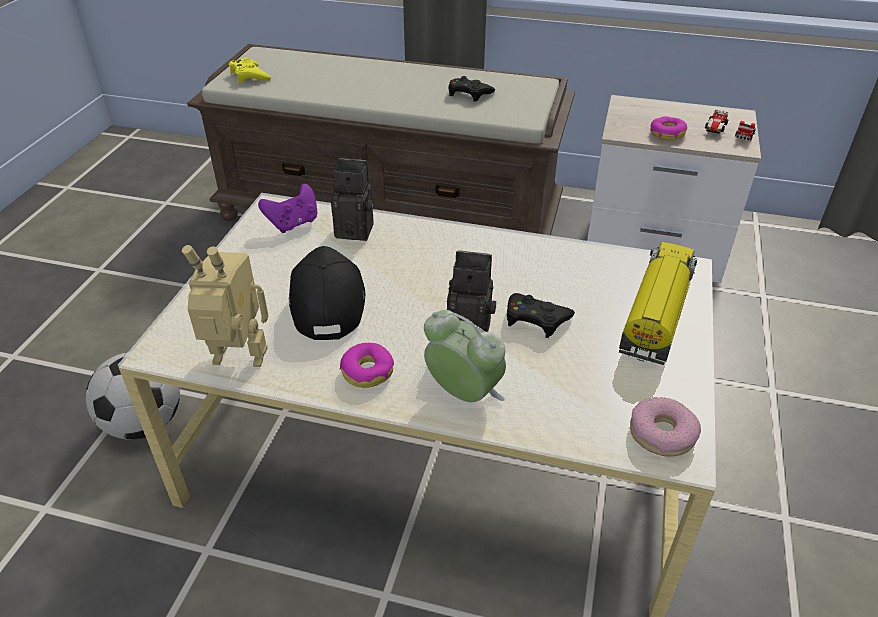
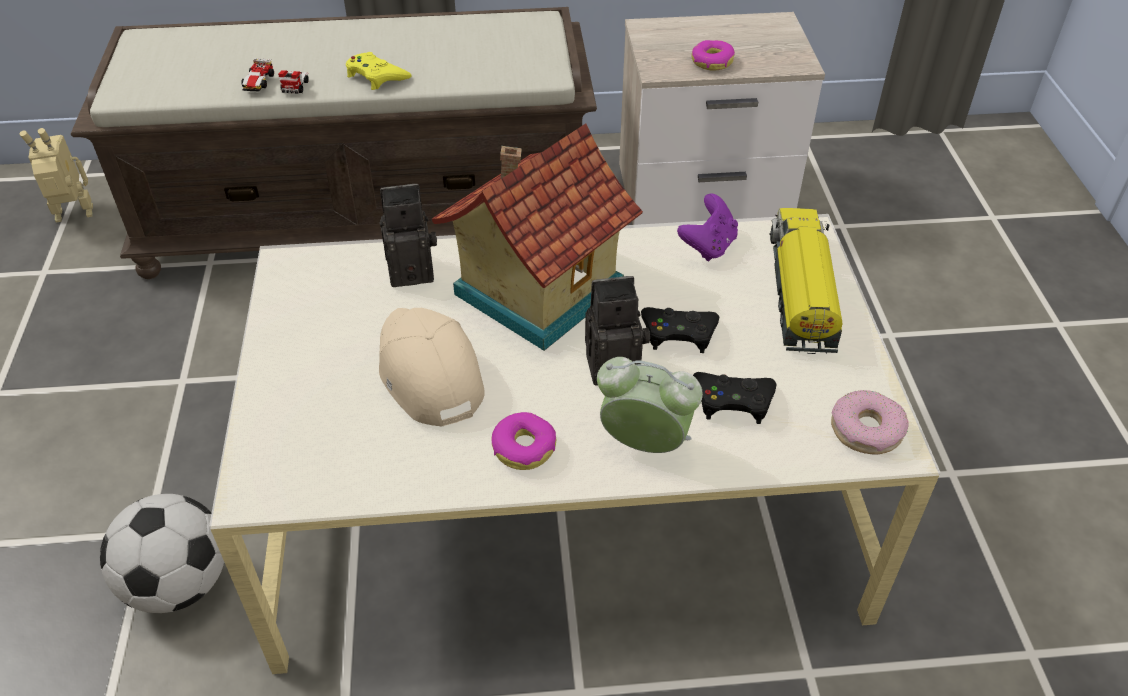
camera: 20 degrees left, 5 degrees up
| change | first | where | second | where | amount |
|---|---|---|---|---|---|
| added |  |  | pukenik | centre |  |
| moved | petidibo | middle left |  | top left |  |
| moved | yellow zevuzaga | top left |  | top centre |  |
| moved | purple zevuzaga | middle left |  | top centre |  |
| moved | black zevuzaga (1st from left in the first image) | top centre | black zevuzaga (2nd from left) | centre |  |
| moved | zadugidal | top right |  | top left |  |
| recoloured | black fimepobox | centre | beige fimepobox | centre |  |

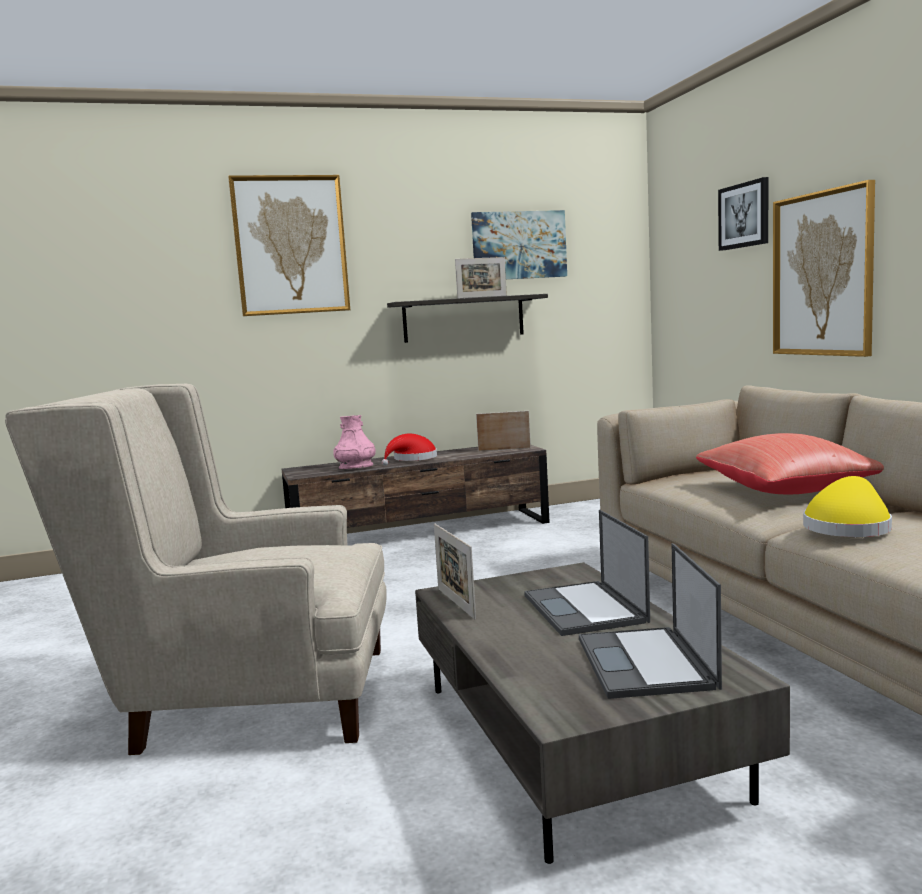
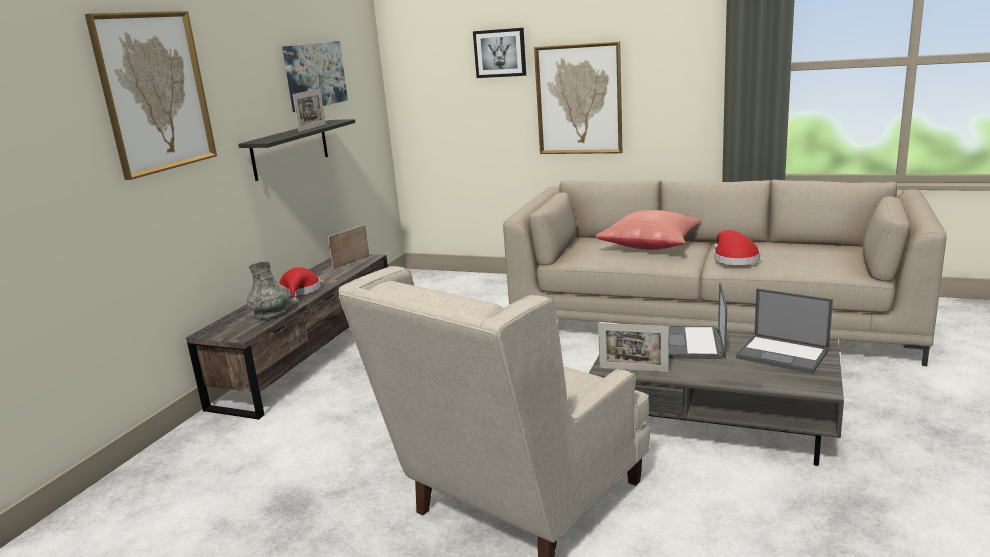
camera: 50 degrees left, 10 degrees up
| change | first | where | second | where | amount |
|---|---|---|---|---|---|
| recoloured | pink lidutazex | centre | grey lidutazex | middle left |  |
| recoloured | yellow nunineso | middle right | red nunineso (2nd from left) | middle right |  |
| turned | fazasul (1st from left) | centre |  | middle right | 75 degrees clockwise |

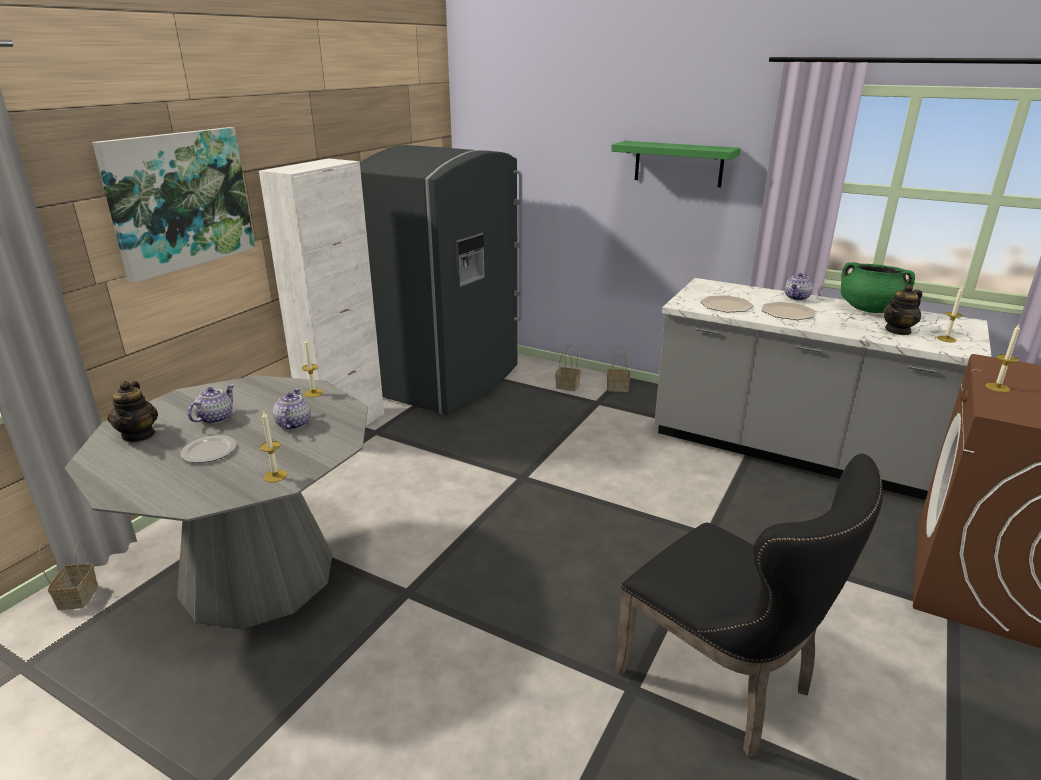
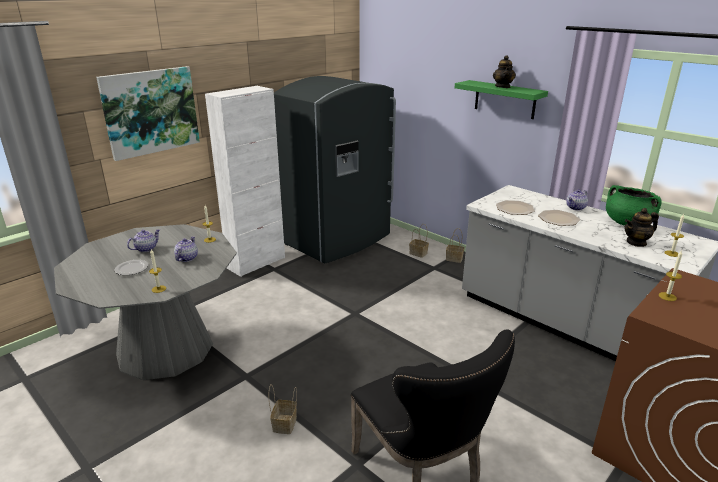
camera: 15 degrees right, 0 degrees up
| change | first | where | second | where | amount |
|---|---|---|---|---|---|
| moved | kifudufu (1st from left) | bottom left |  | bottom centre |  |
| moved | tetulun (1st from left in the first image) | middle left | tetulun (3rd from left) | top right |  |

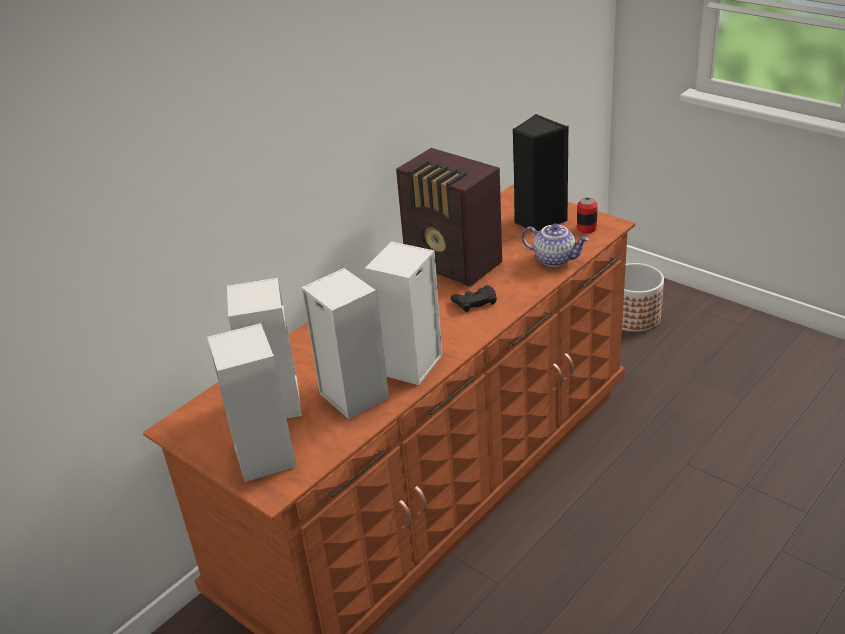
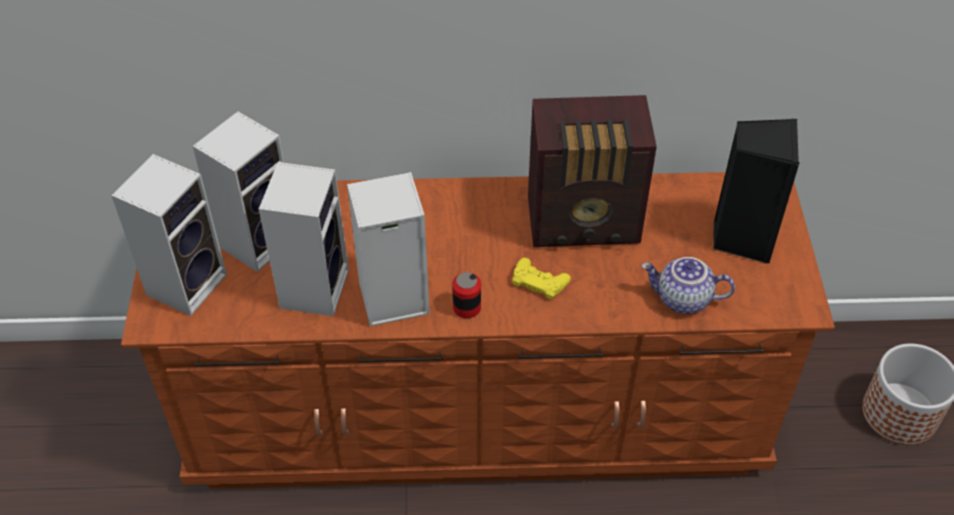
camera: 45 degrees right, 15 degrees up
| change | first | where | second | where | amount |
|---|---|---|---|---|---|
| moved | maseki | middle right |  | centre |  |
| recoloured | black zevuzaga | centre | yellow zevuzaga | centre |  |
| turned | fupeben | centre |  | top centre | 90 degrees counterclockwise |
| turned | tetulun | centre |  | middle right | 120 degrees clockwise |

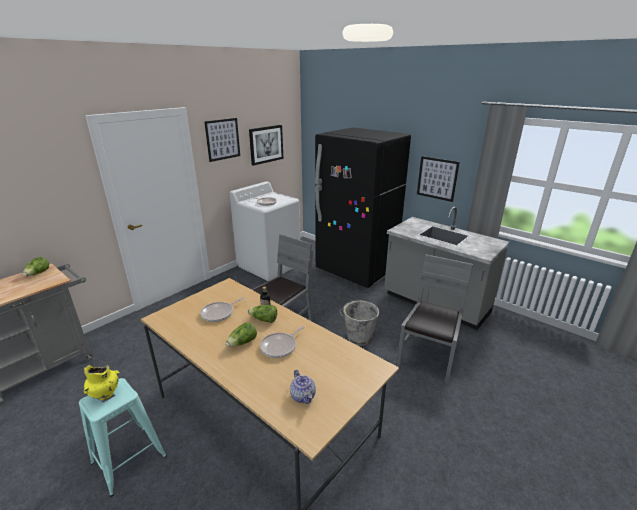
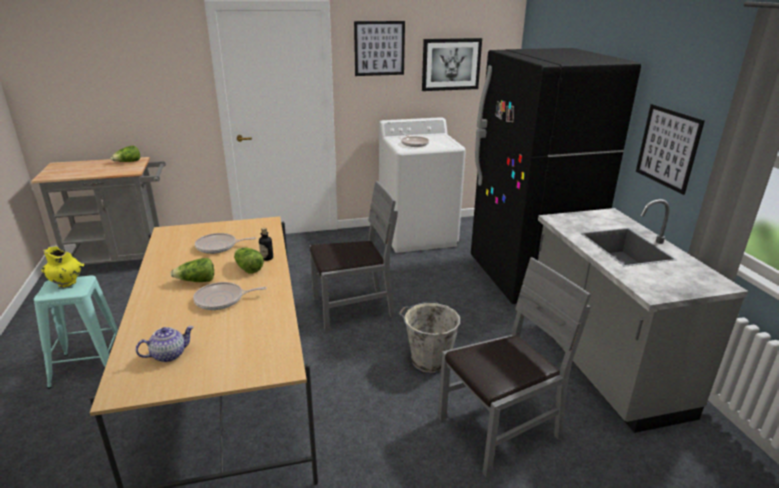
camera: 35 degrees right, 0 degrees up
| change | first | where | second | where | amount |
|---|---|---|---|---|---|
| turned | tetulun | bottom centre |  | bottom left | 135 degrees counterclockwise |

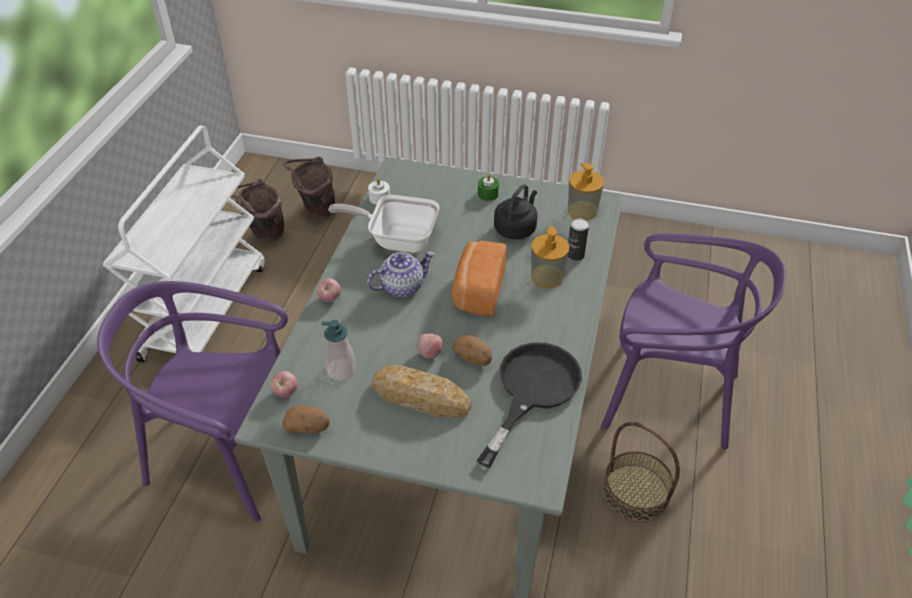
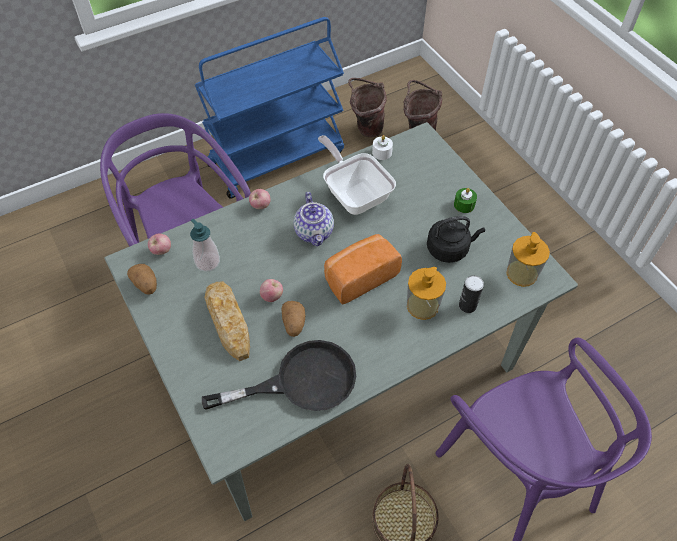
camera: 45 degrees right, 10 degrees up
| change | first | where | second | where | amount |
|---|---|---|---|---|---|
| recoloured | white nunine | middle left | blue nunine | top centre |  |
| turned | tetulun | centre |  | centre | 60 degrees clockwise |

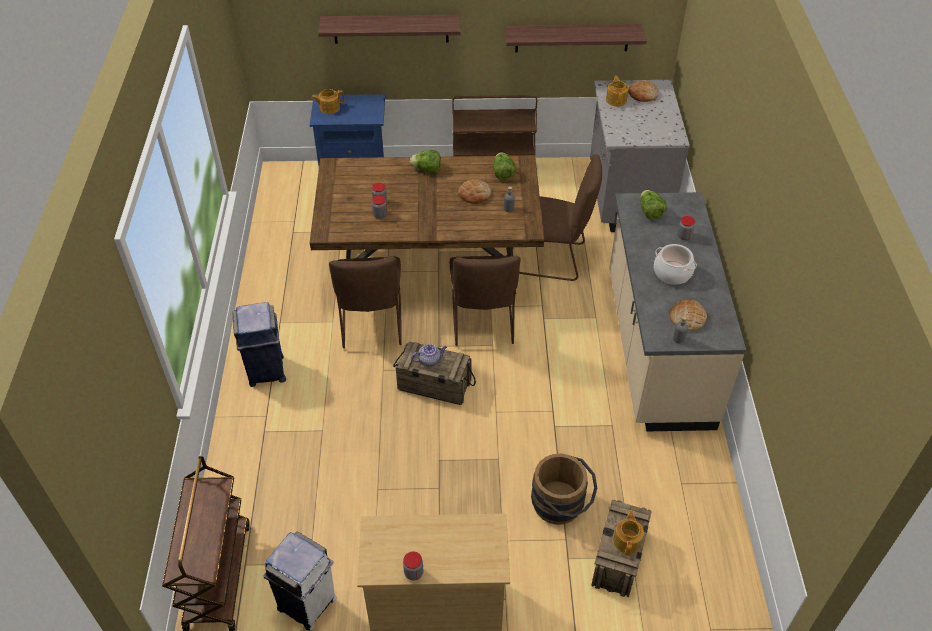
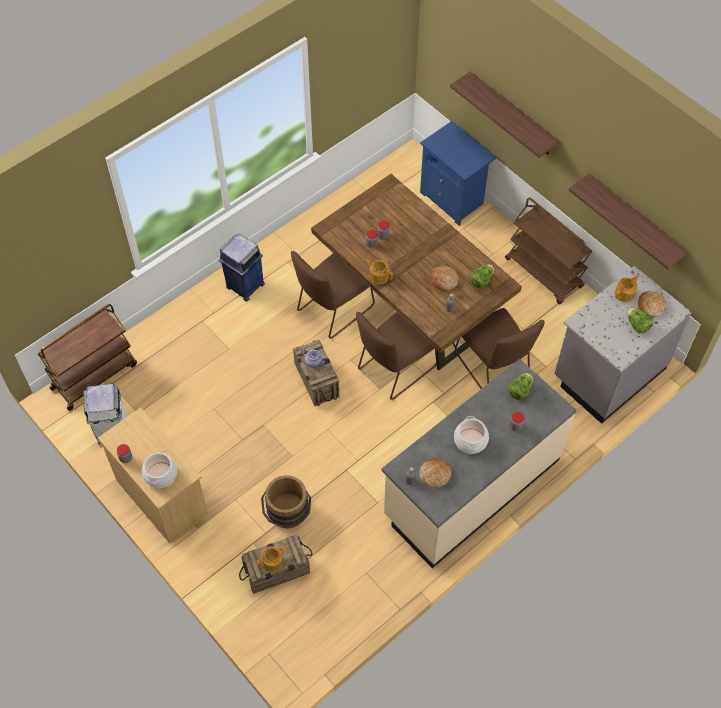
camera: 50 degrees right, 10 degrees up
| change | first | where | second | where | amount |
|---|---|---|---|---|---|
| added |  |  | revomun (1st from left) | middle left |  |
| moved | tetulun (1st from left in the first image) | top centre | tetulun (3rd from left) | centre |  |
| moved | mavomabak (1st from left in the first image) | top centre | mavomabak (3rd from left) | middle right |  |

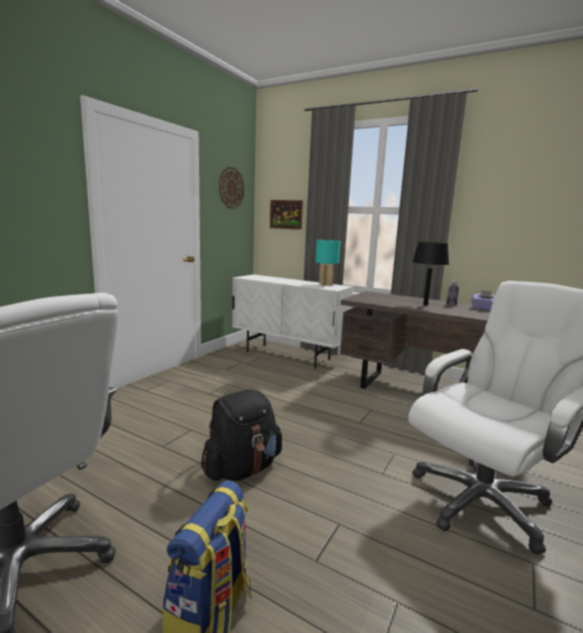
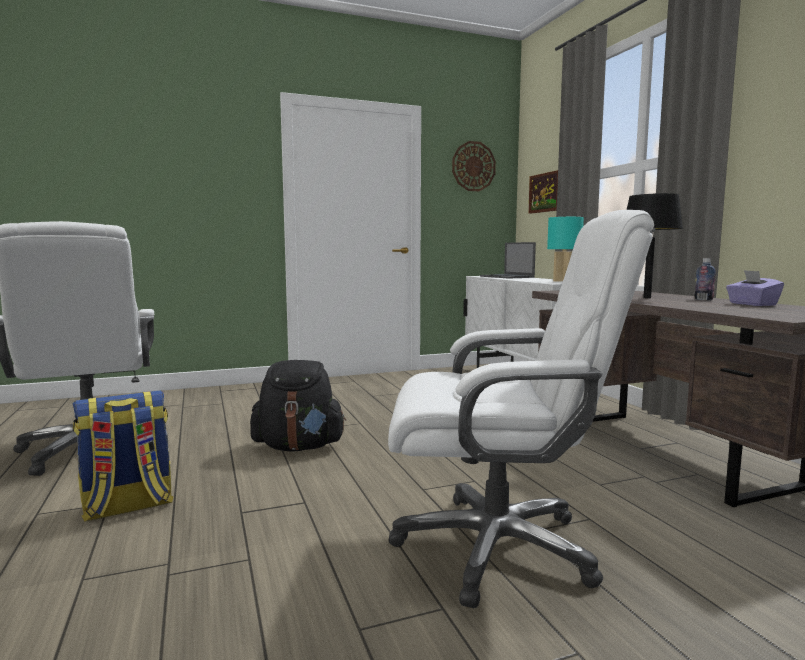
camera: 40 degrees right, 5 degrees down
| change | first | where | second | where | amount |
|---|---|---|---|---|---|
| added |  |  | fazasul | centre |  |

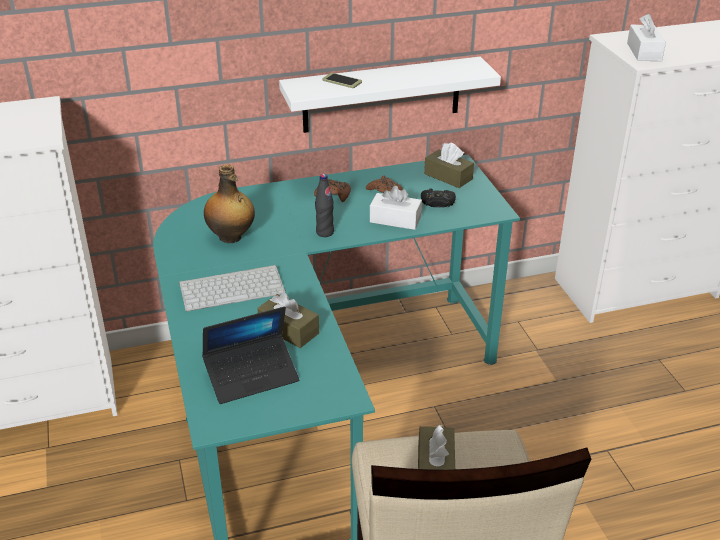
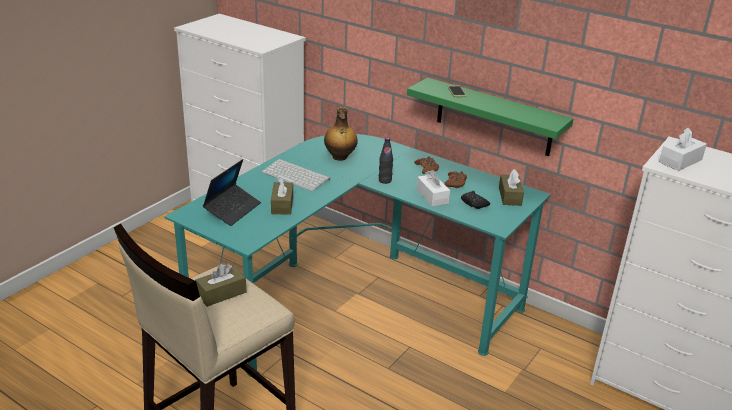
camera: 50 degrees right, 5 degrees down
| change | first | where | second | where | amount |
|---|---|---|---|---|---|
| recoloured | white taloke | top centre | green taloke | top right |  |
| turned | fazasul | centre |  | middle left | 90 degrees counterclockwise |

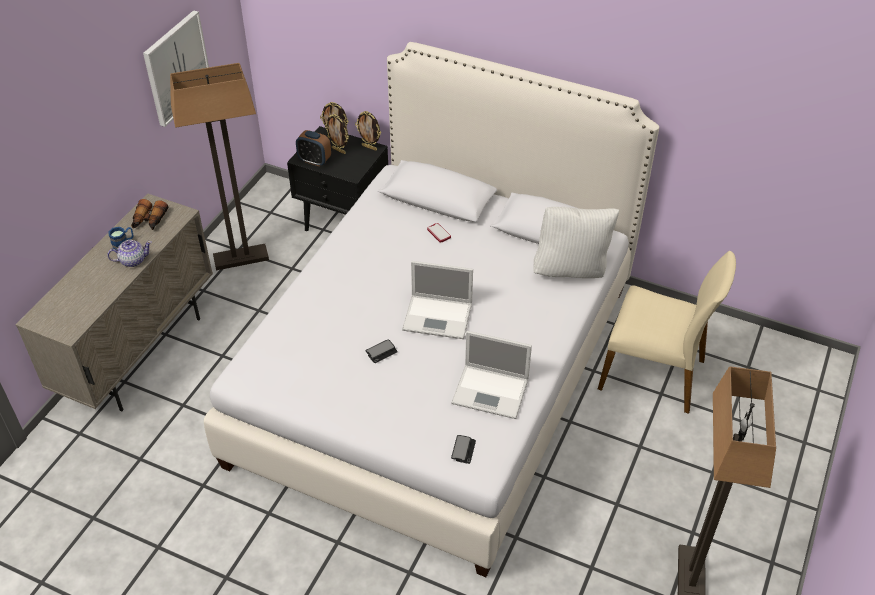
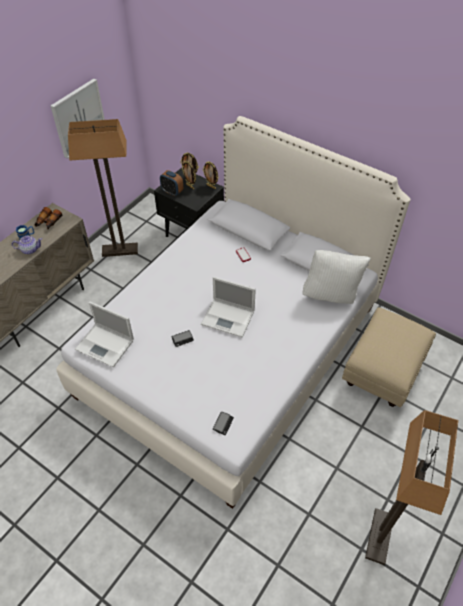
camera: 10 degrees right, 5 degrees up
| change | first | where | second | where | amount |
|---|---|---|---|---|---|
| moved | fazasul (2nd from left in the first image) | centre | fazasul (1st from left) | middle left |  |
| replaced | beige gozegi | middle right | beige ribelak | middle right |  |

